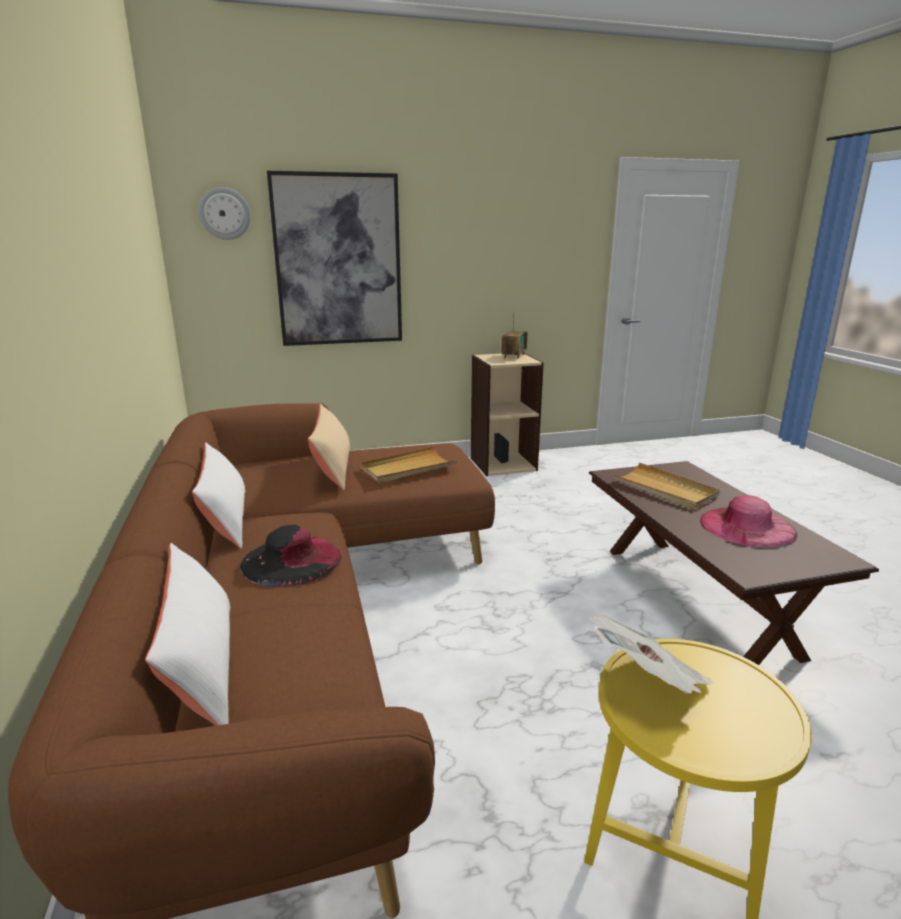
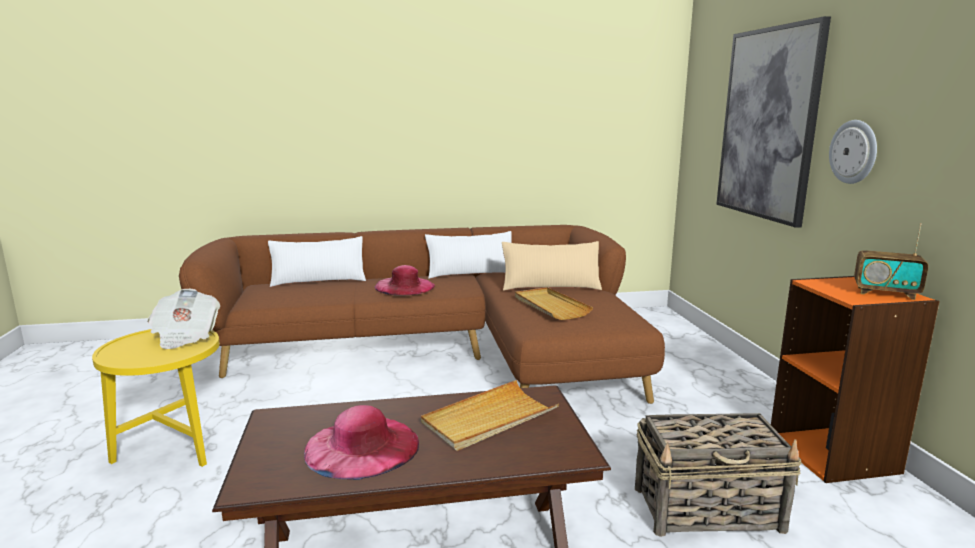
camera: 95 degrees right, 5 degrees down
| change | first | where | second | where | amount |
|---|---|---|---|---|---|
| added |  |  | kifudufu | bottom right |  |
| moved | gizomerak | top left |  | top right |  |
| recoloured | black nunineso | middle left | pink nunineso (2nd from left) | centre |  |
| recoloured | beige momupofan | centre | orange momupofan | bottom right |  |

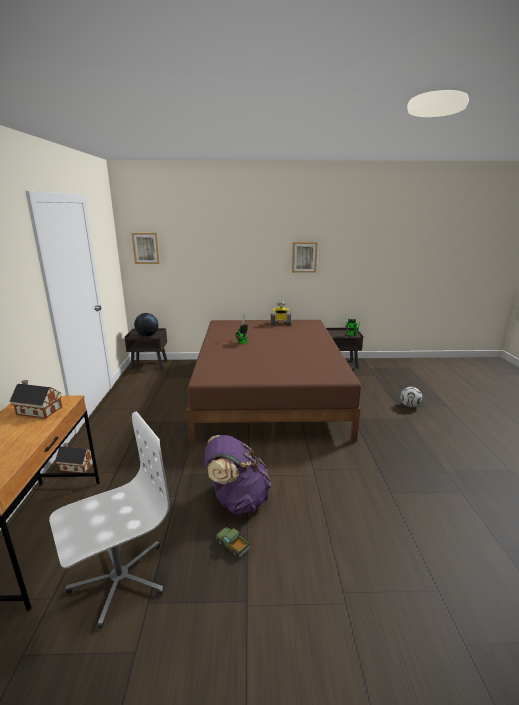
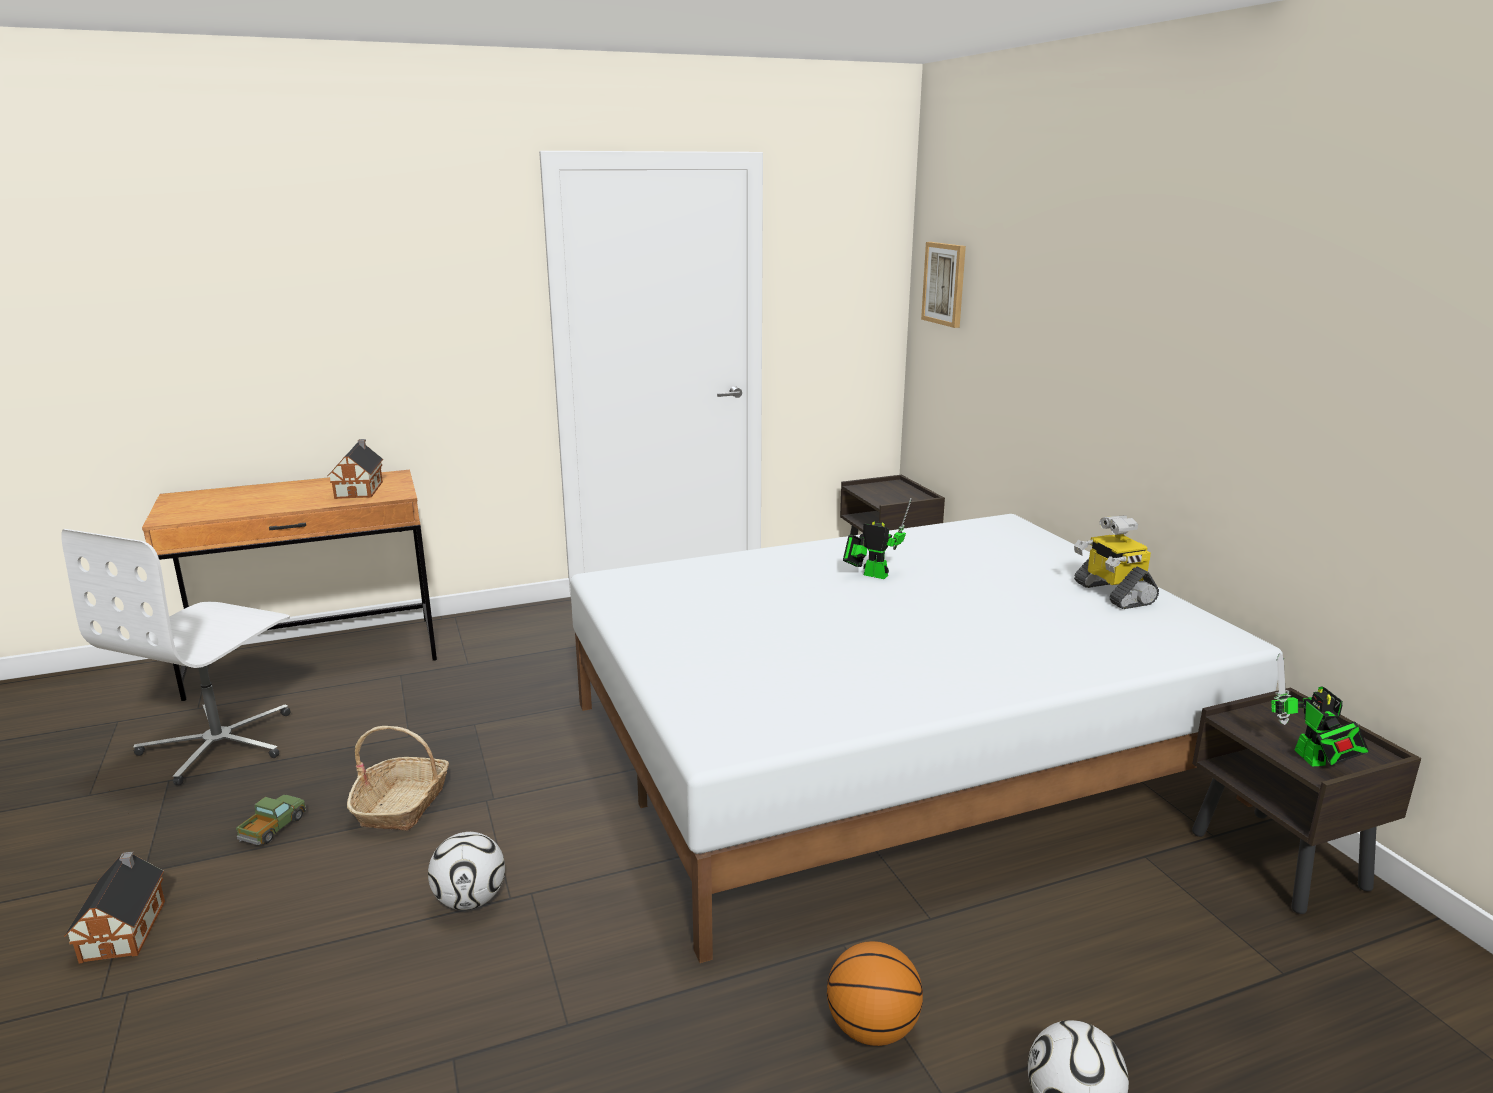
camera: 70 degrees right, 0 degrees up
| change | first | where | second | where | amount |
|---|---|---|---|---|---|
| removed | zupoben | middle left |  |  |  |
| removed | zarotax (2nd from left) | centre |  |  |  |
| added |  |  | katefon (1st from left) | bottom left |  |
| added |  |  | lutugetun | bottom centre |  |
| moved | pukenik (2nd from left in the first image) | middle left | pukenik (1st from left) | bottom left |  |
| replaced | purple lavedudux | bottom centre | kifudufu | bottom left |  |
| recoloured | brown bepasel | centre | white bepasel | bottom centre |  |
| turned | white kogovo | bottom left |  | middle left | 75 degrees clockwise |

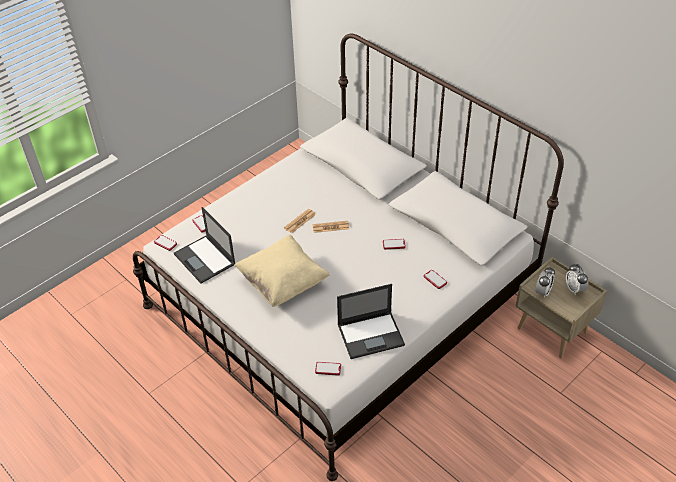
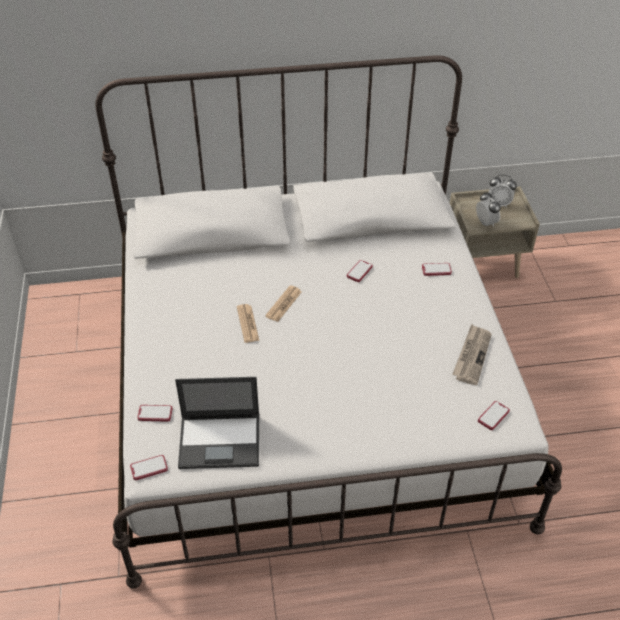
camera: 55 degrees left, 0 degrees up
| change | first | where | second | where | amount |
|---|---|---|---|---|---|
| removed | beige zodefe | centre |  |  |  |
| replaced | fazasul (2nd from left) | centre | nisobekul (3rd from left) | middle right |  |

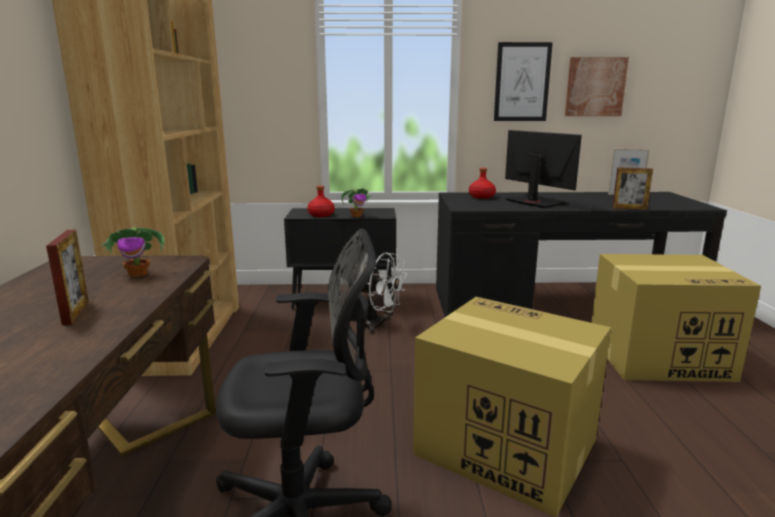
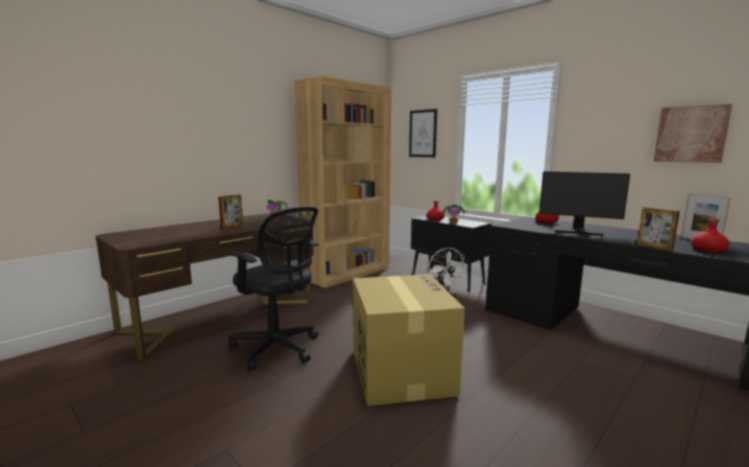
camera: 45 degrees right, 5 degrees down
| change | first | where | second | where | amount |
|---|---|---|---|---|---|
| removed | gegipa (2nd from left) | middle right |  |  |  |
| added |  |  | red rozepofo (3rd from left) | middle right |  |
| moved | zarotax (1st from left) | top right |  | top centre |  |
| turned | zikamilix | top right |  | middle right | 105 degrees clockwise |

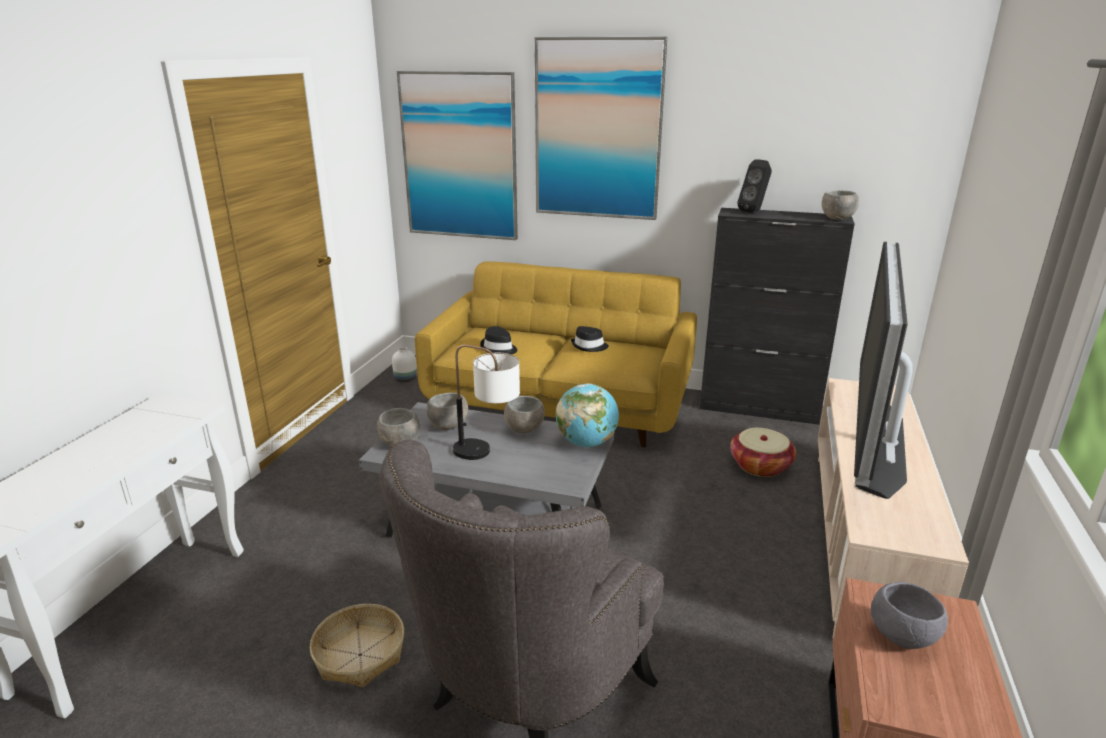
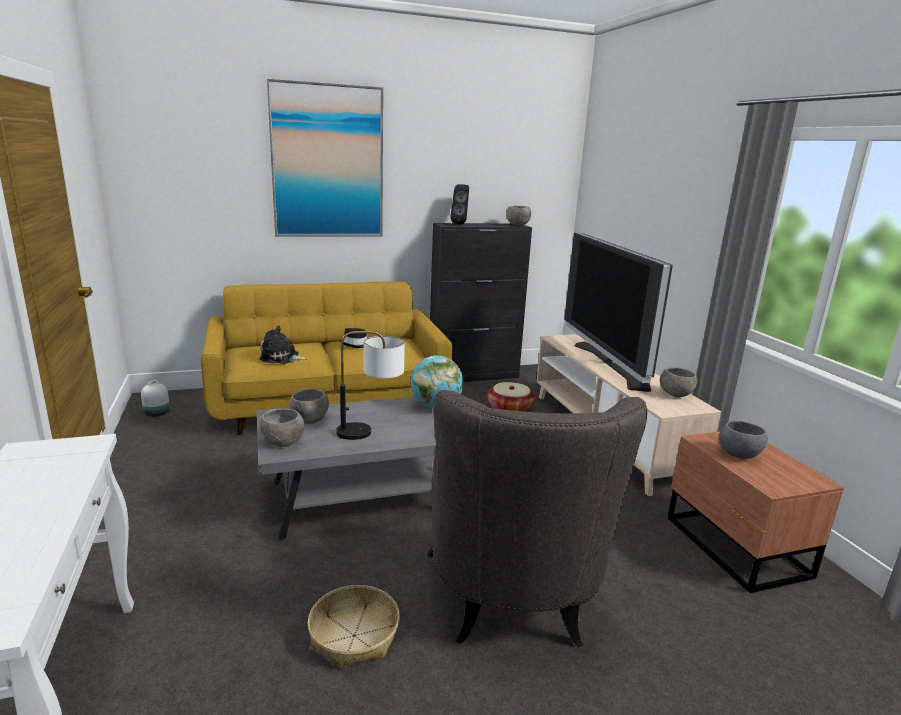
camera: 35 degrees left, 5 degrees down
| change | first | where | second | where | amount |
|---|---|---|---|---|---|
| removed | zarotax (1st from left) | top centre |  |  |  |
| moved | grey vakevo (3rd from left in the first image) | centre | grey vakevo (4th from left) | middle right |  |
| replaced | black nunineso (1st from left) | centre | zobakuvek | middle left |  |

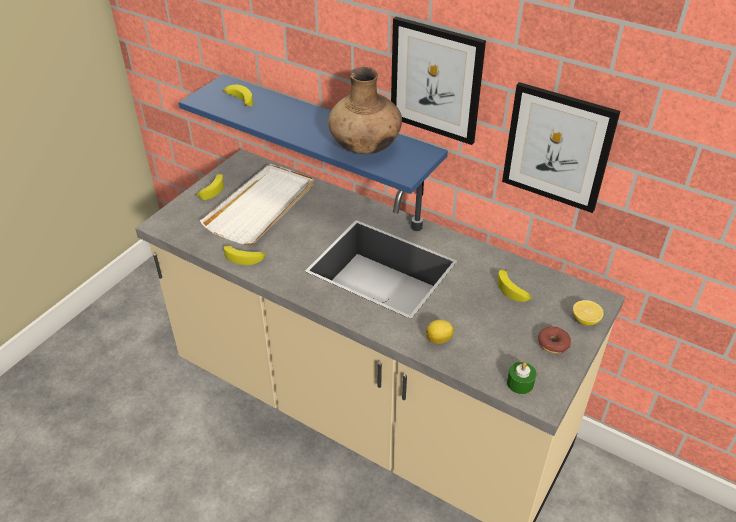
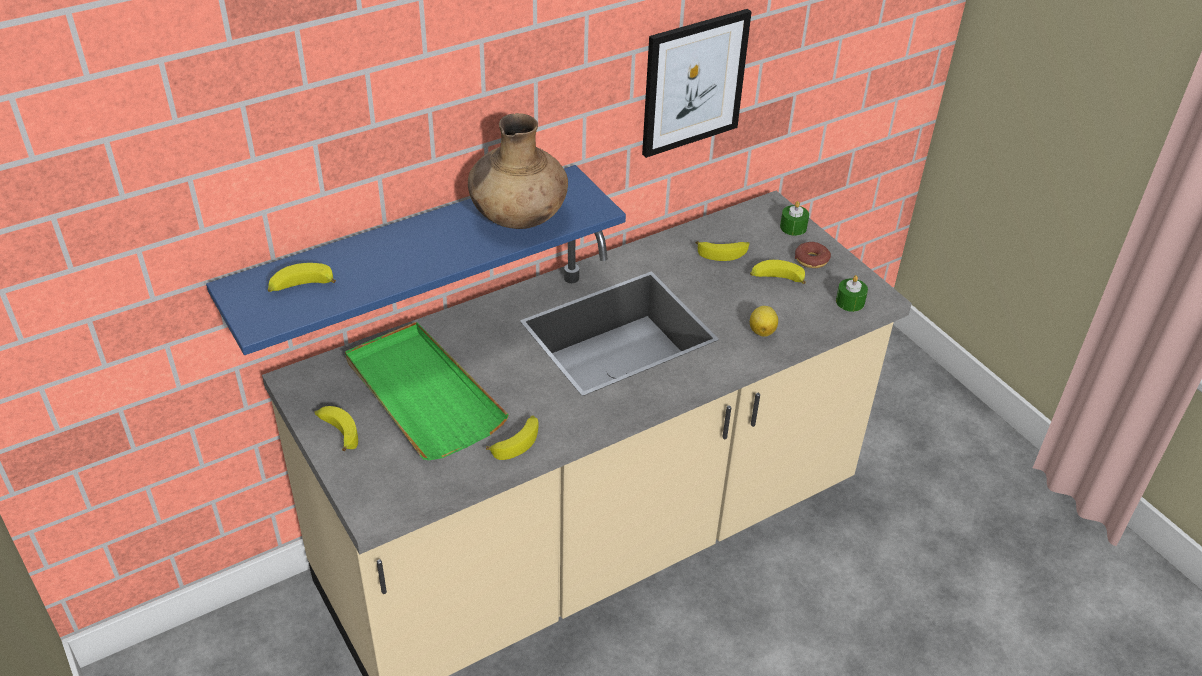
camera: 65 degrees left, 0 degrees up
| change | first | where | second | where | amount |
|---|---|---|---|---|---|
| removed | zarotax (1st from left) | top centre |  |  |  |
| added |  |  | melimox (5th from left) | centre |  |
| replaced | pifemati (2nd from left) | middle right | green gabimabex (1st from left) | top centre |  |
| recoloured | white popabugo | centre | green popabugo | centre |  |

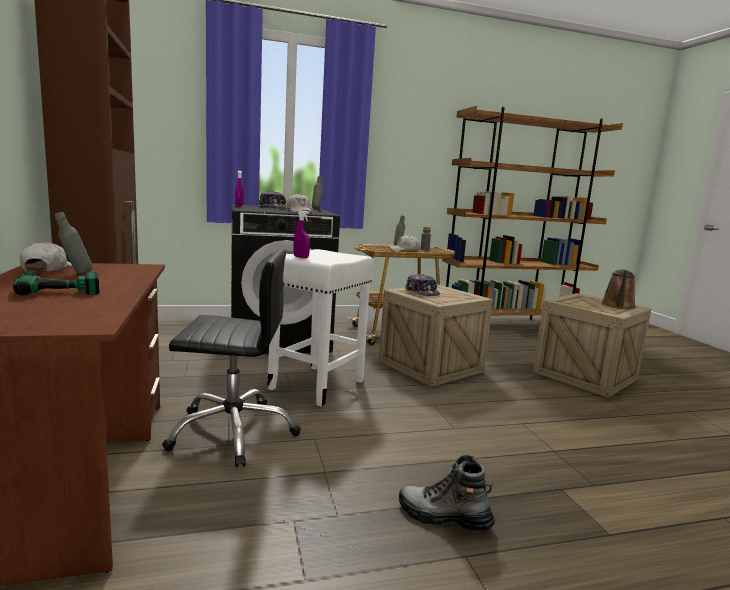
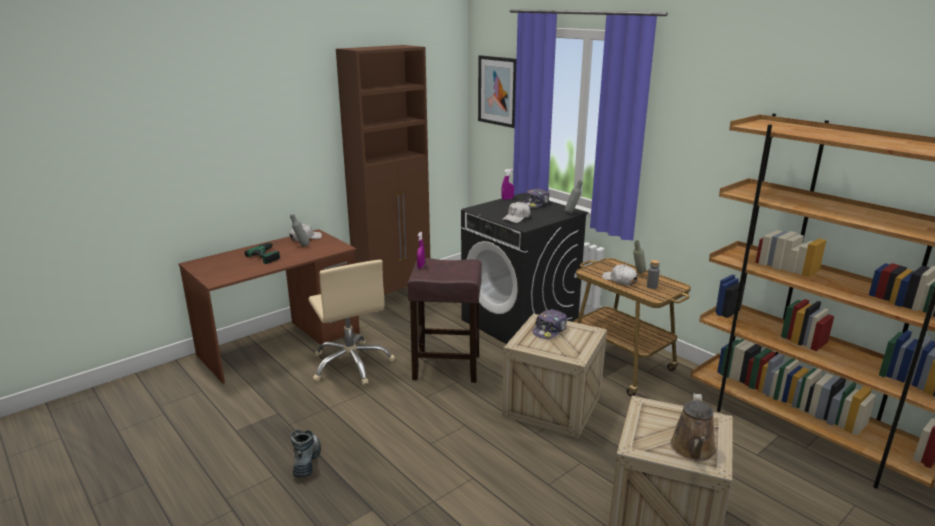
camera: 65 degrees right, 10 degrees up
| change | first | where | second | where | amount |
|---|---|---|---|---|---|
| added |  |  | zarotax | top centre |  |
| recoloured | black kogovo | middle left | beige kogovo | centre |  |
| recoloured | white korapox | centre | brown korapox | centre |  |
| turned | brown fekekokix | middle right |  | bottom right | 75 degrees counterclockwise |

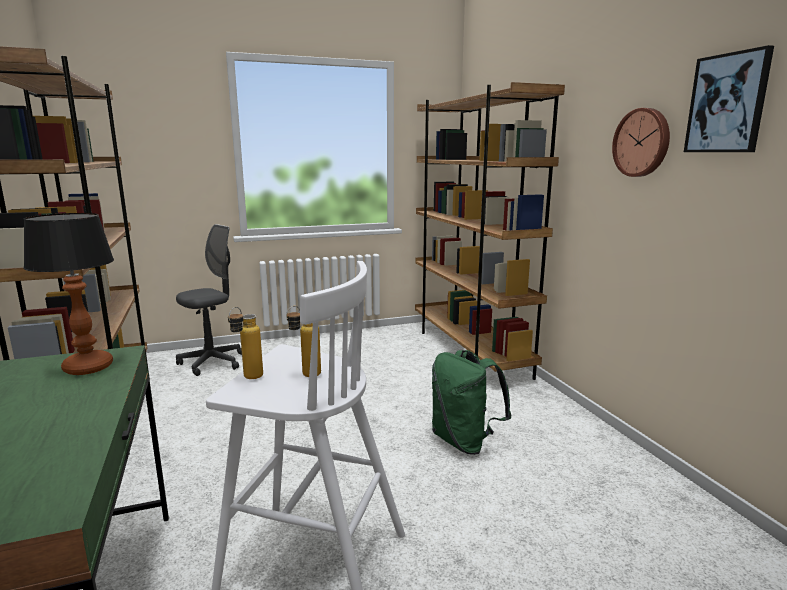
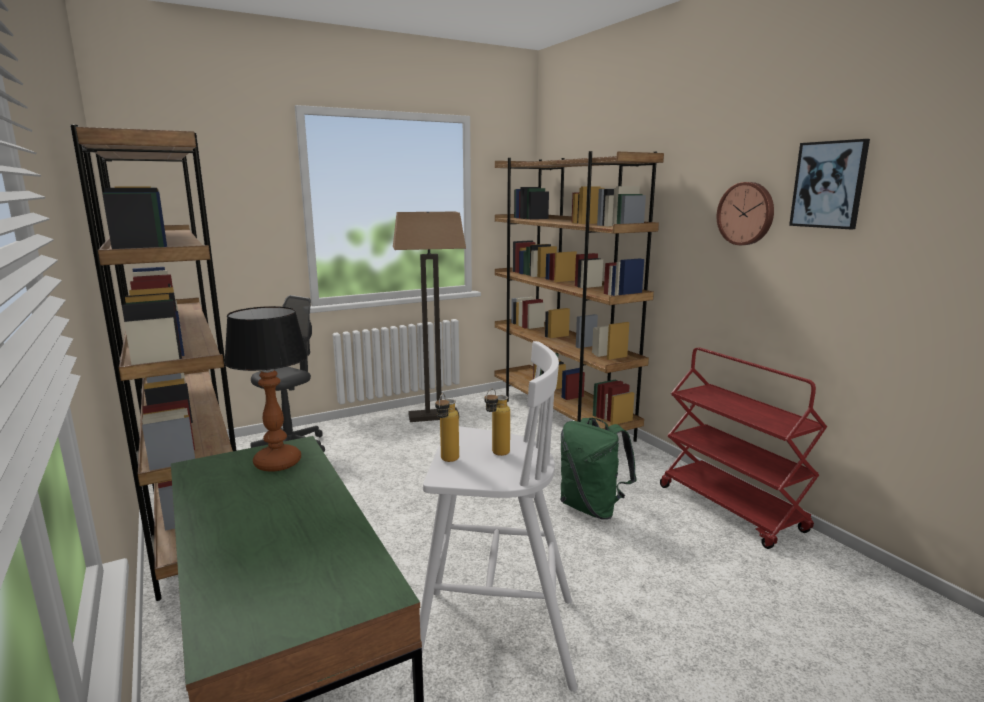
camera: 10 degrees left, 0 degrees up
| change | first | where | second | where | amount |
|---|---|---|---|---|---|
| added |  |  | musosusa | centre |  |
| added |  |  | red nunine | middle right |  |

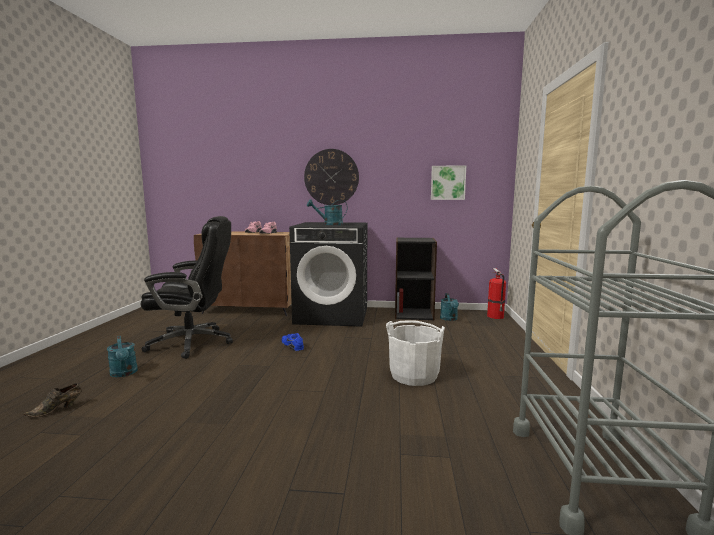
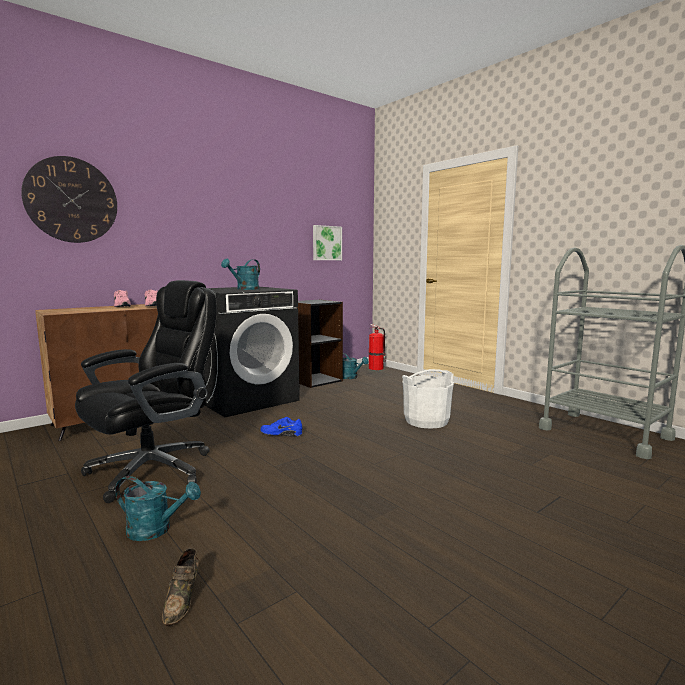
camera: 45 degrees left, 0 degrees up
| change | first | where | second | where | amount |
|---|---|---|---|---|---|
| moved | gizomerak | top centre |  | top left |  |

